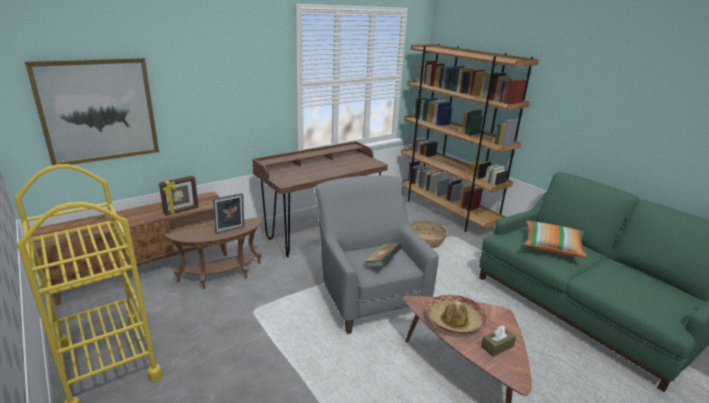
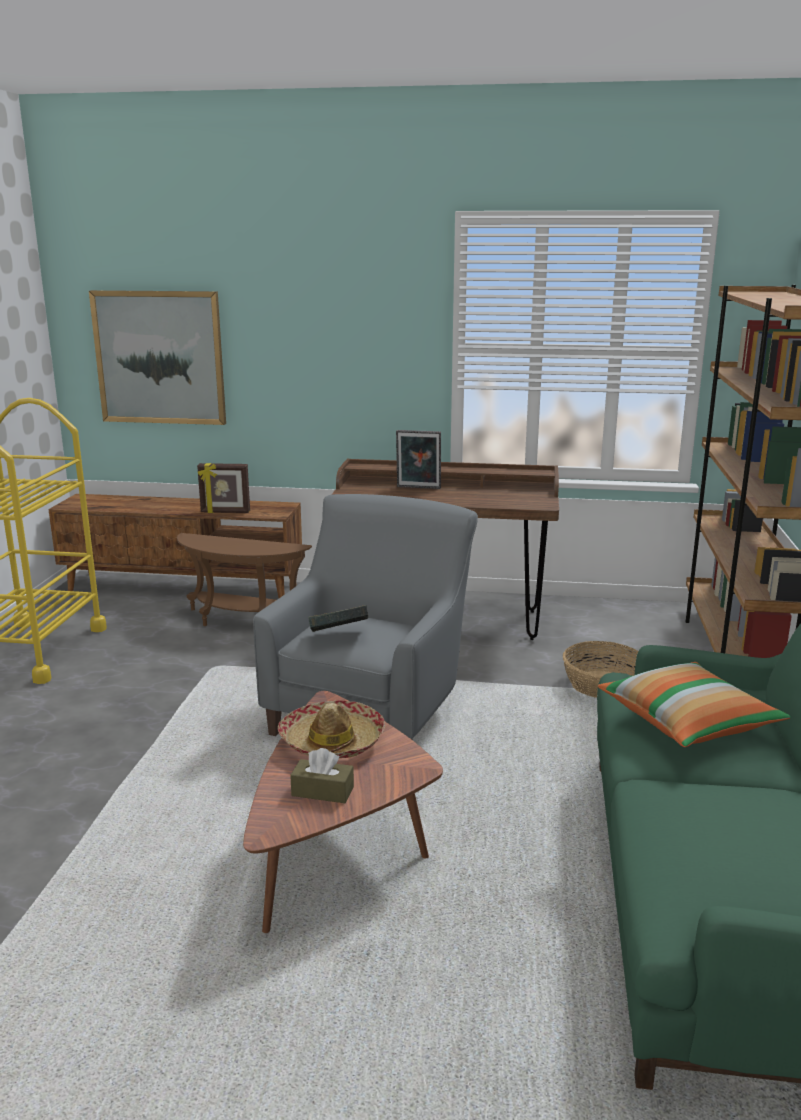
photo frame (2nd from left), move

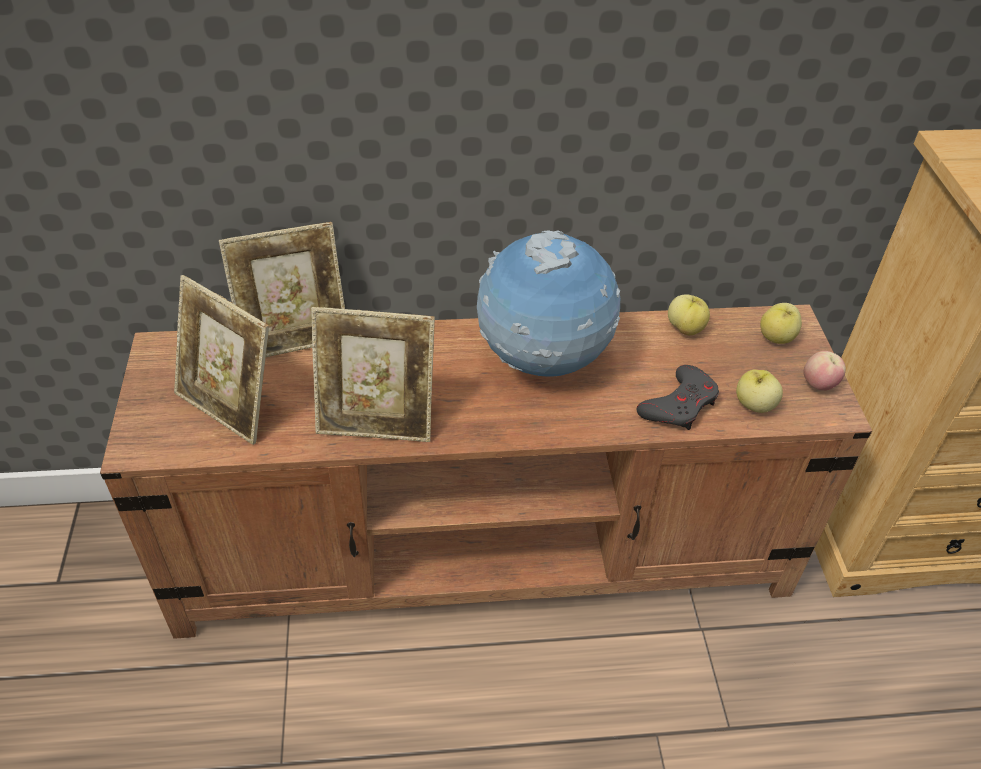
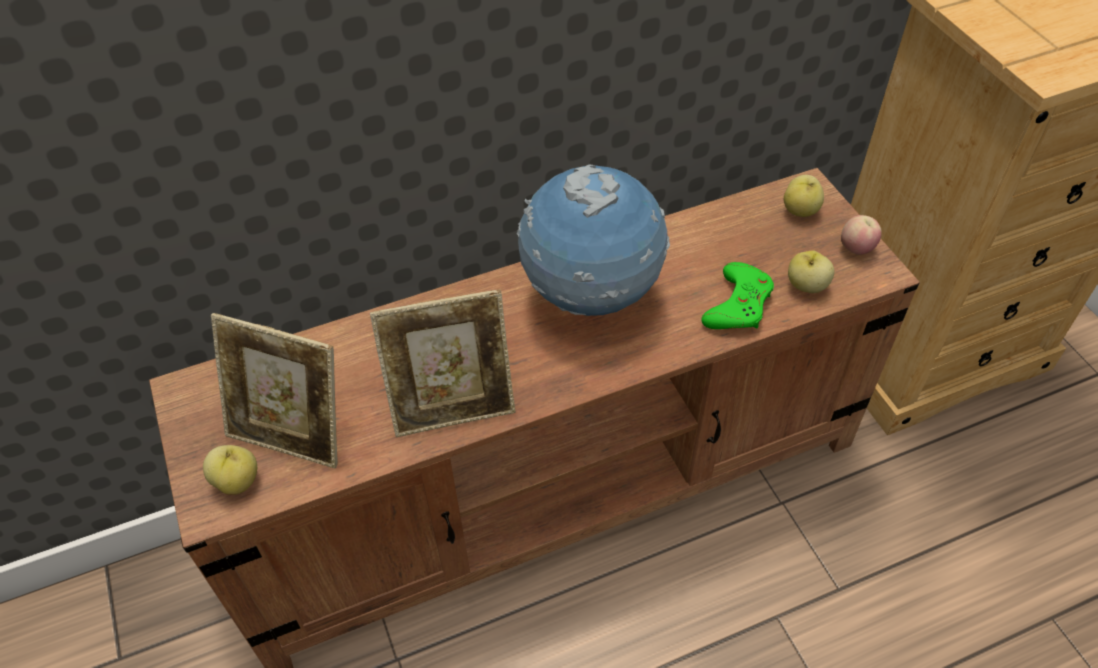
apple (1st from left), move
grey game controller => green game controller
photo frame (2nd from left) => nothing

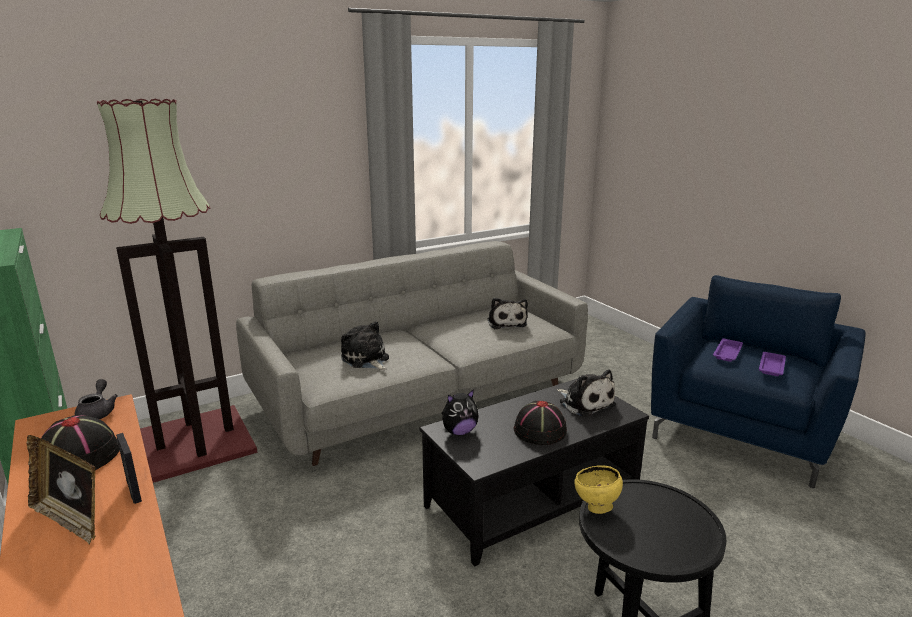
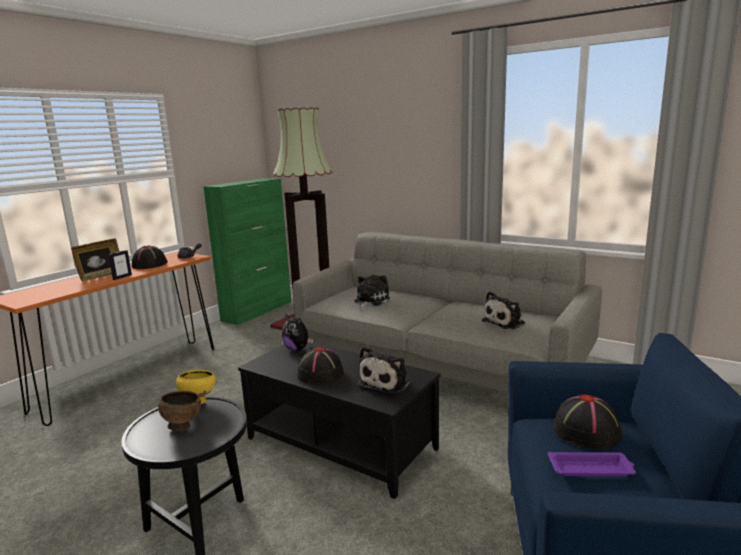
photo frame (1st from left), 150 degrees counterclockwise
nothing => brownish deep dish
purple carrying tray (1st from left) => black clothing hat (3rd from left)

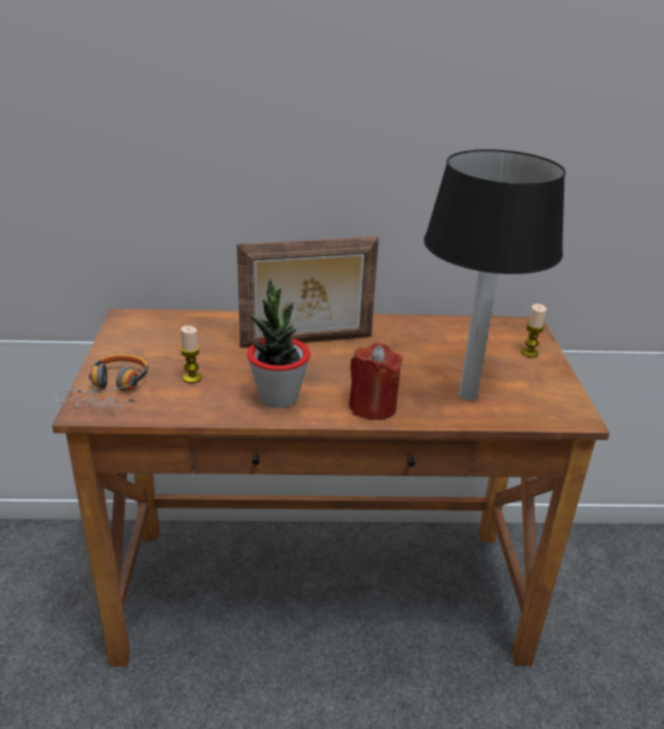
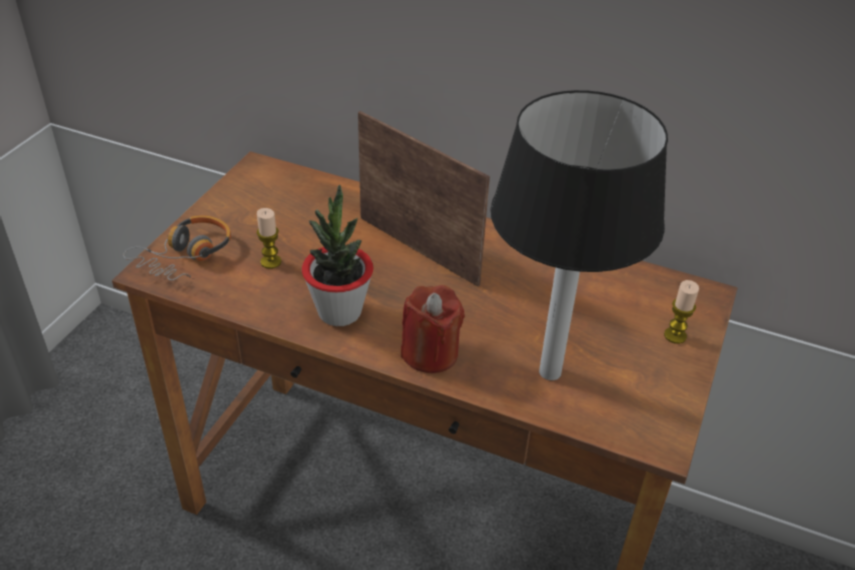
photo frame, 150 degrees counterclockwise

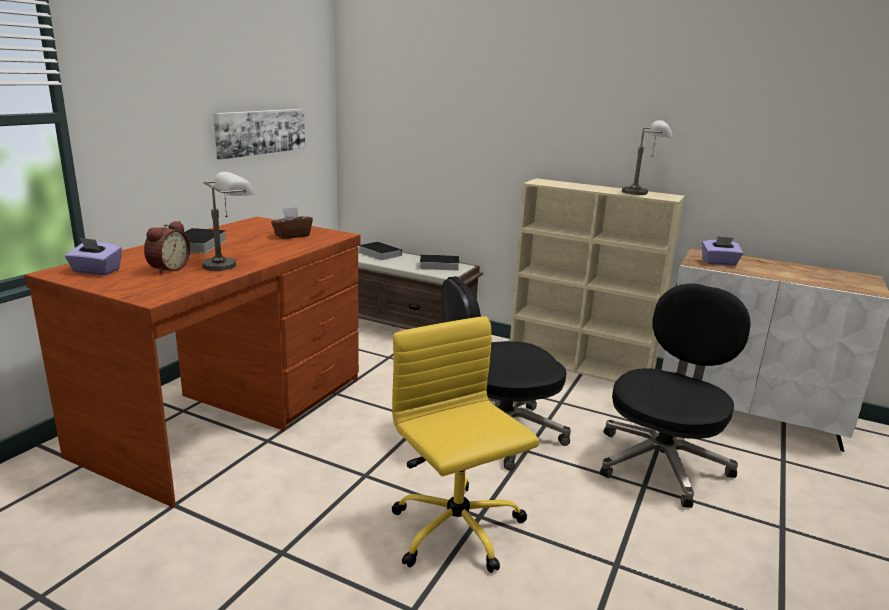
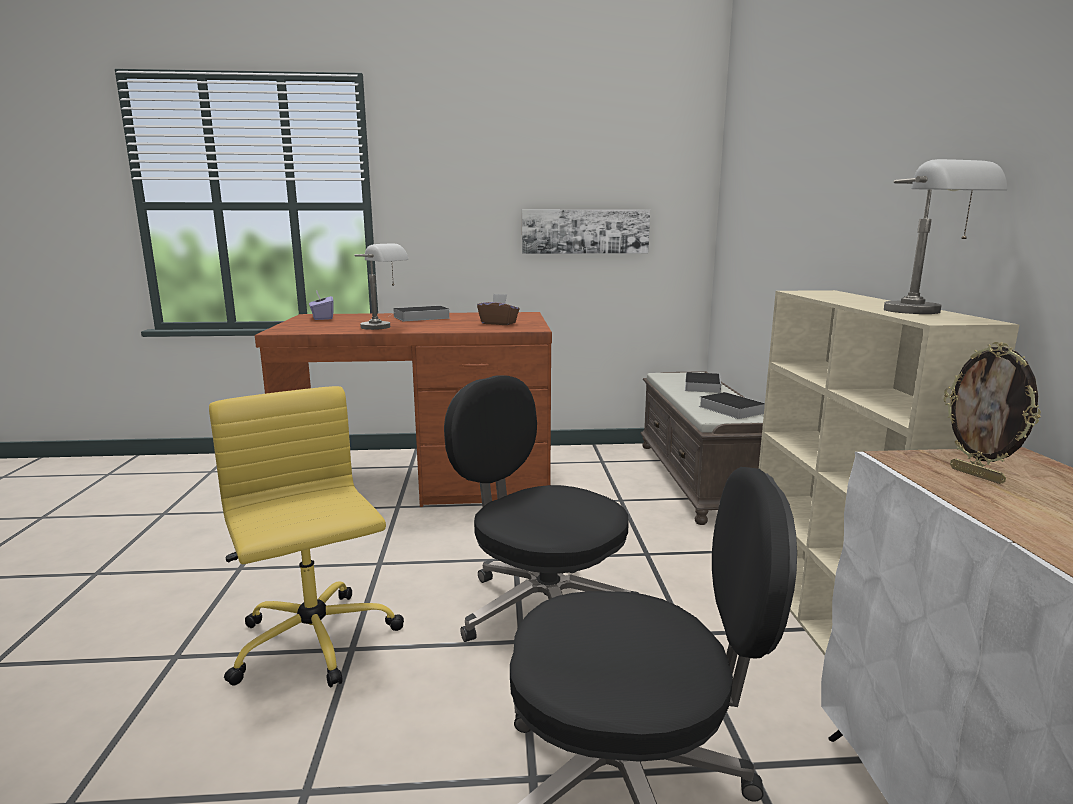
yellowish office chair, 60 degrees counterclockwise
purple box of tissues (2nd from left) => photo frame
alarm clock => nothing

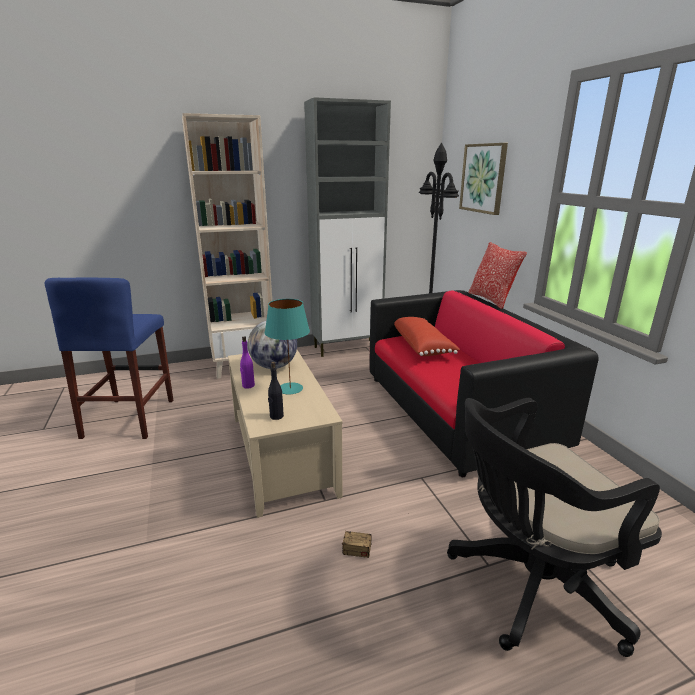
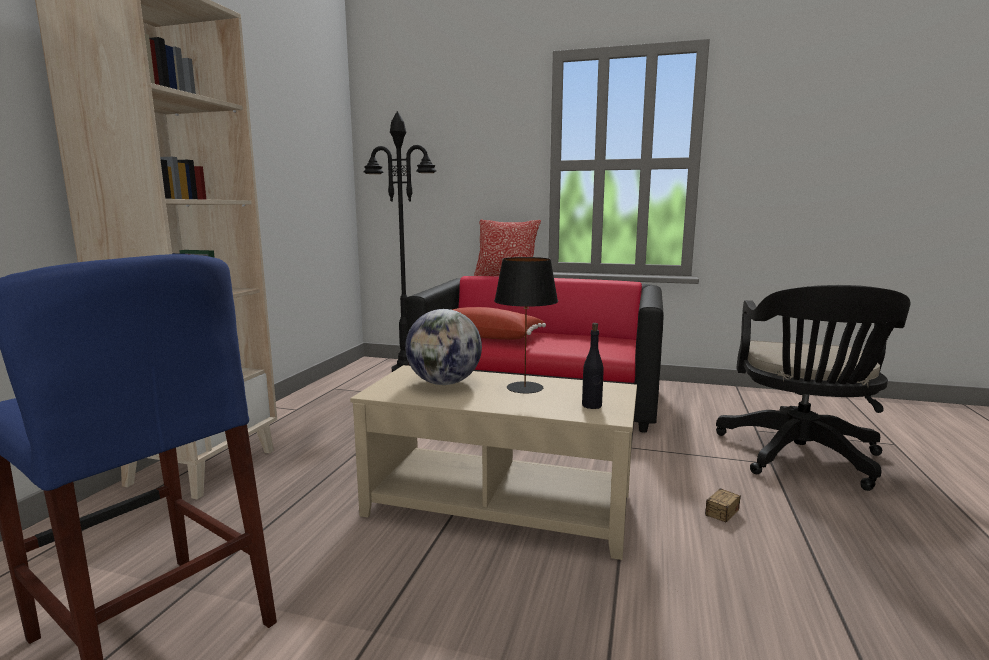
blue-green lamp for a table => black lamp for a table
purple bottle => nothing
grey storage cabinet => nothing
wall art => nothing

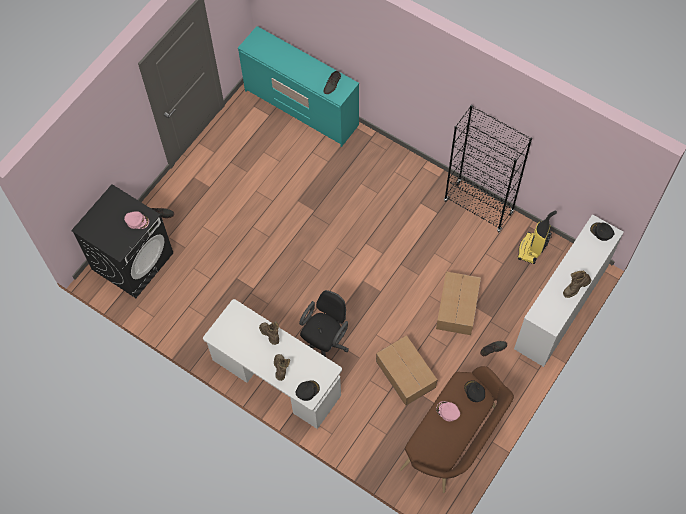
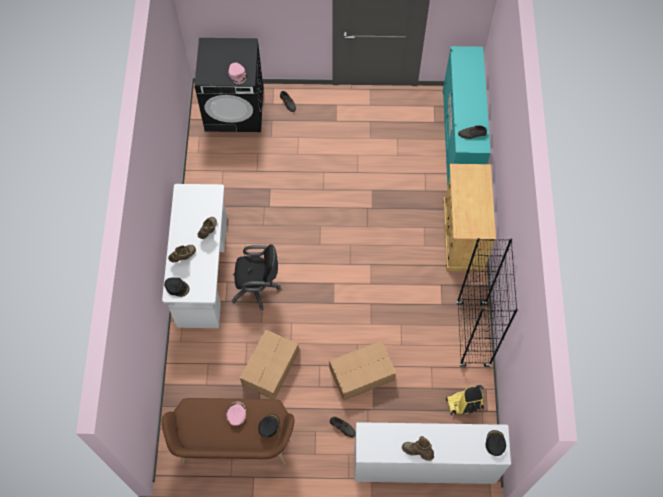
nothing => sand-coloured storage cabinet

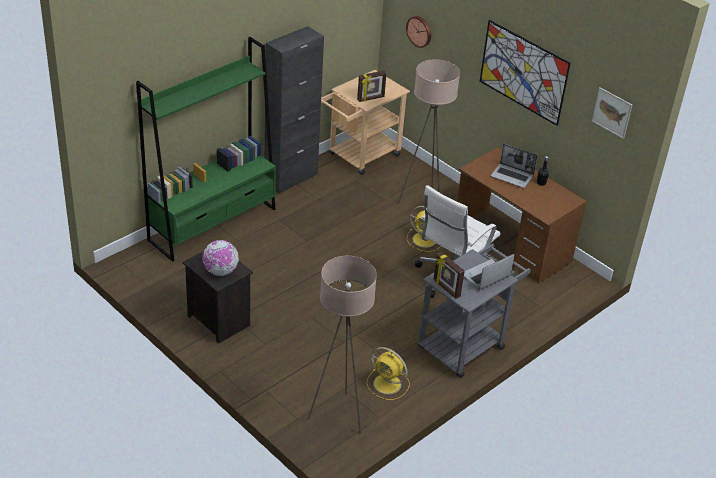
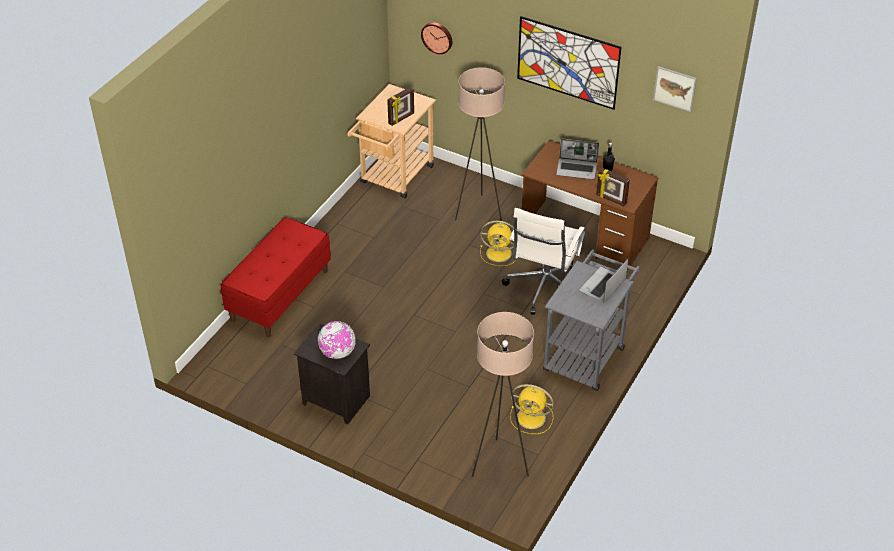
green bookcase => red bench
photo frame (2nd from left), move
black storage cabinet => nothing

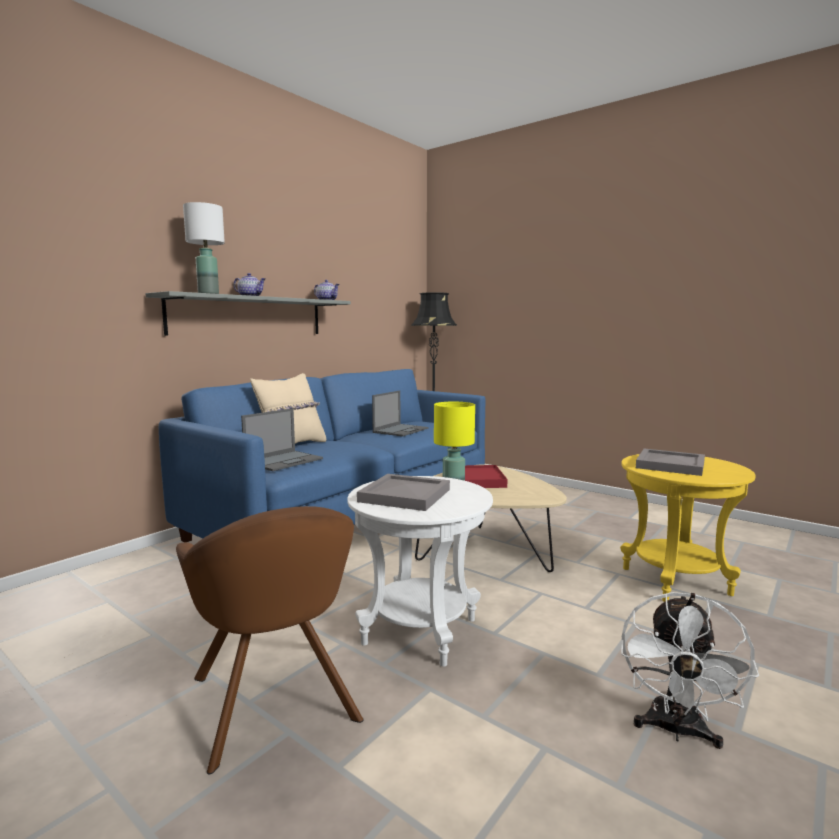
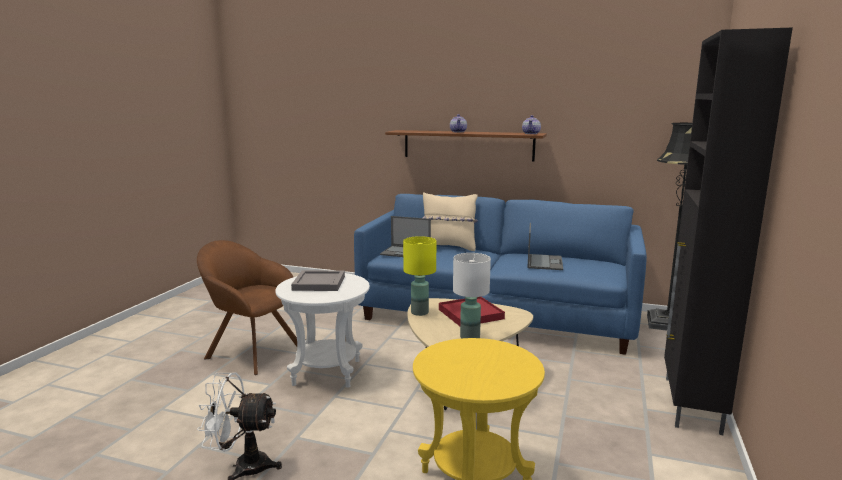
brownish armchair, 75 degrees clockwise
grey shelf => brownish shelf
white lamp for a table, move
portable computer (2nd from left), 90 degrees counterclockwise
nothing => black storage cabinet
grey carrying tray (2nd from left) => nothing

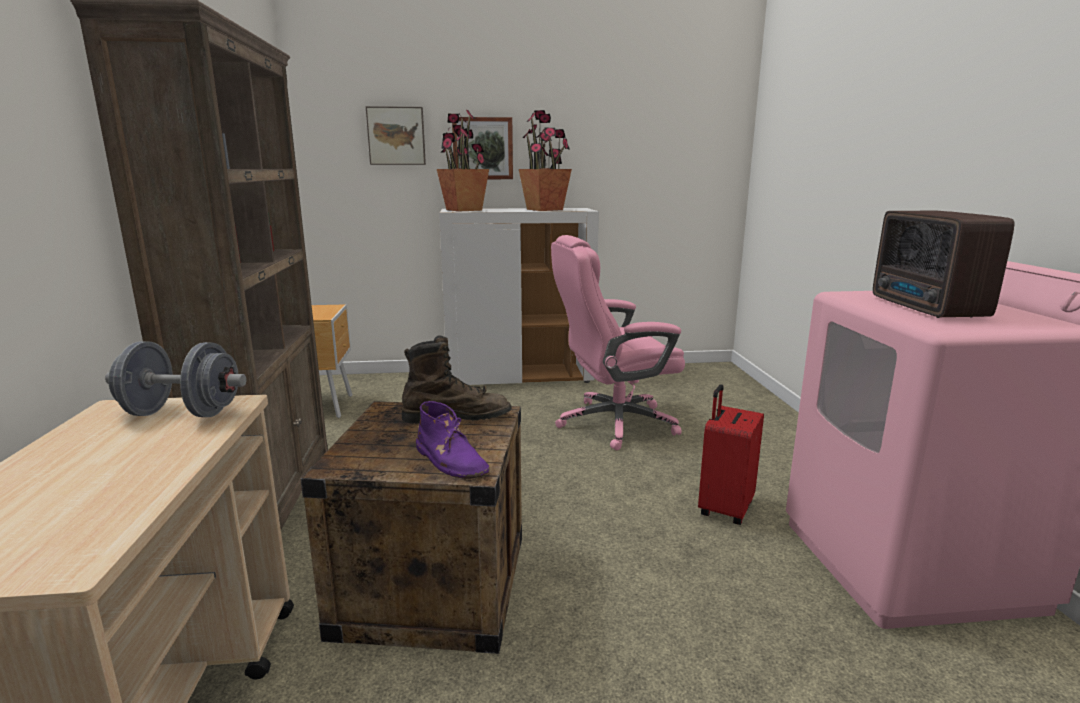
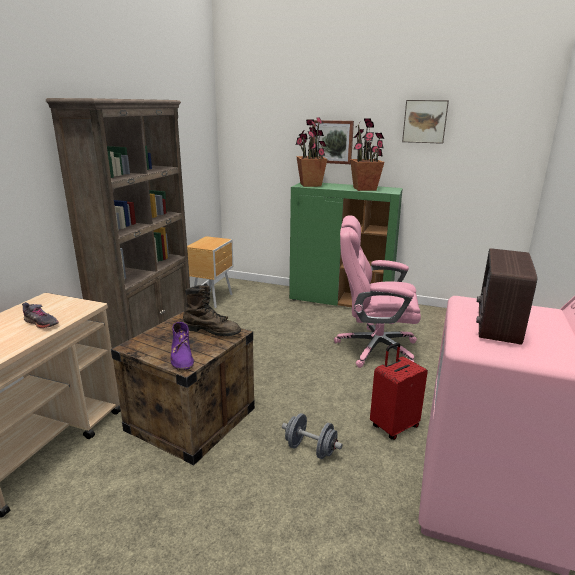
nothing => grey low shoe
grey hand weight, move
white storage cabinet => green storage cabinet
wall art (1st from left in the first image) => wall art (2nd from left), move

